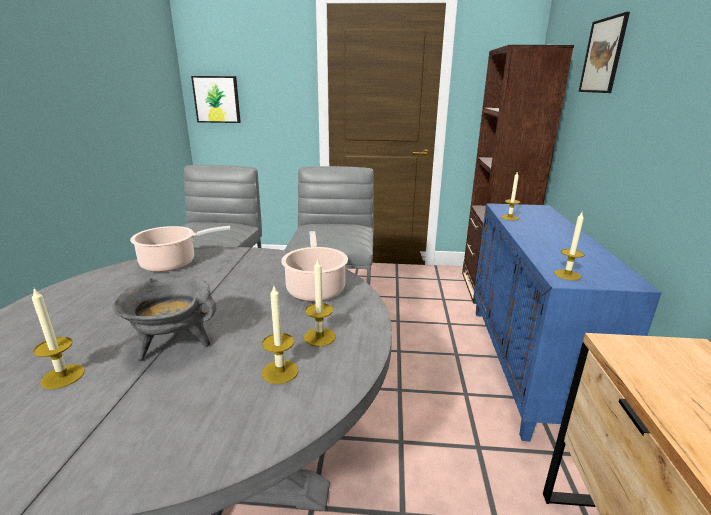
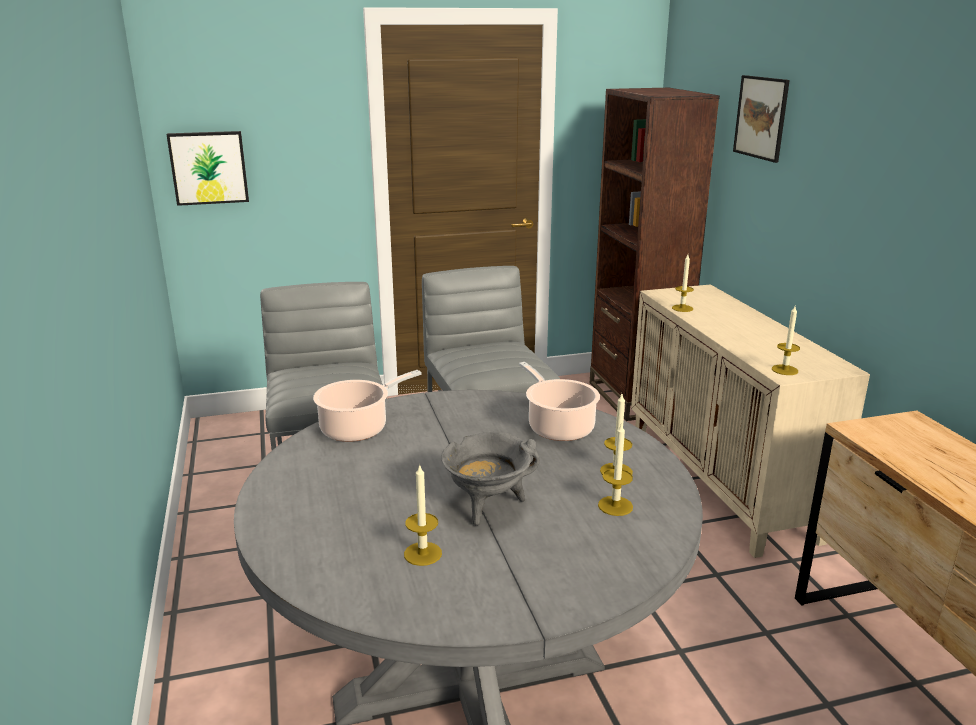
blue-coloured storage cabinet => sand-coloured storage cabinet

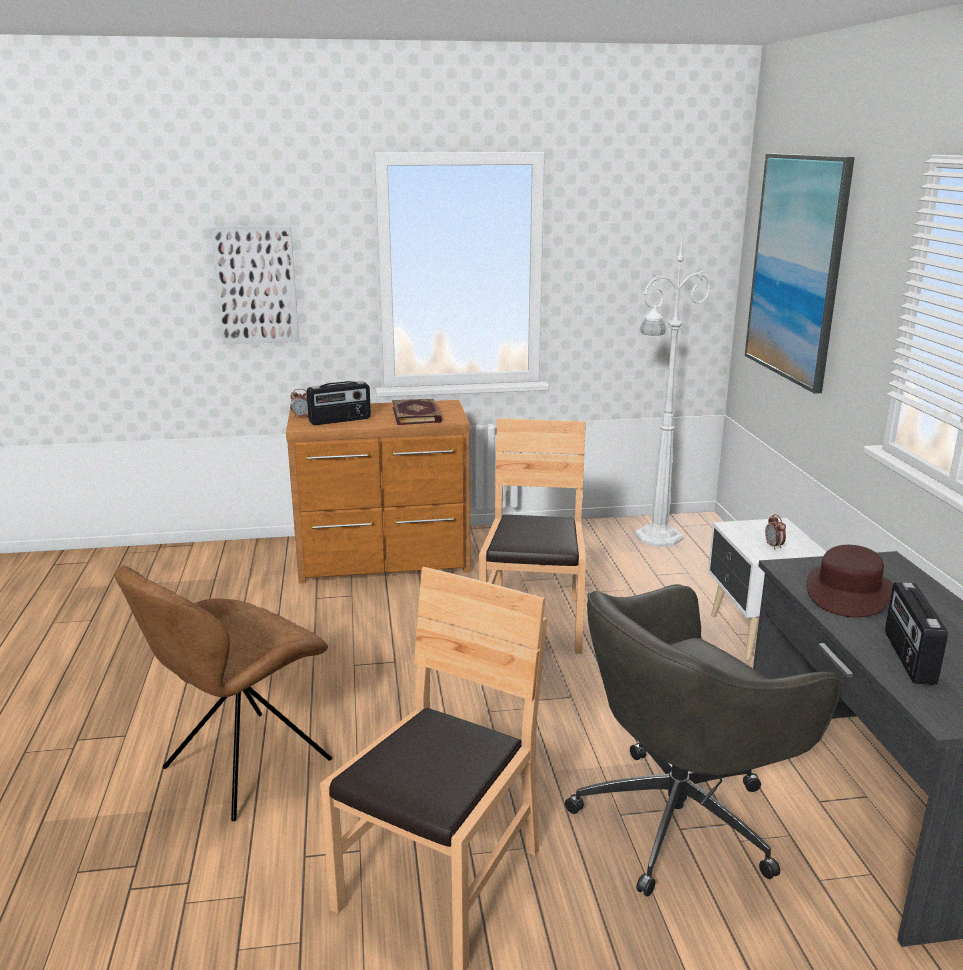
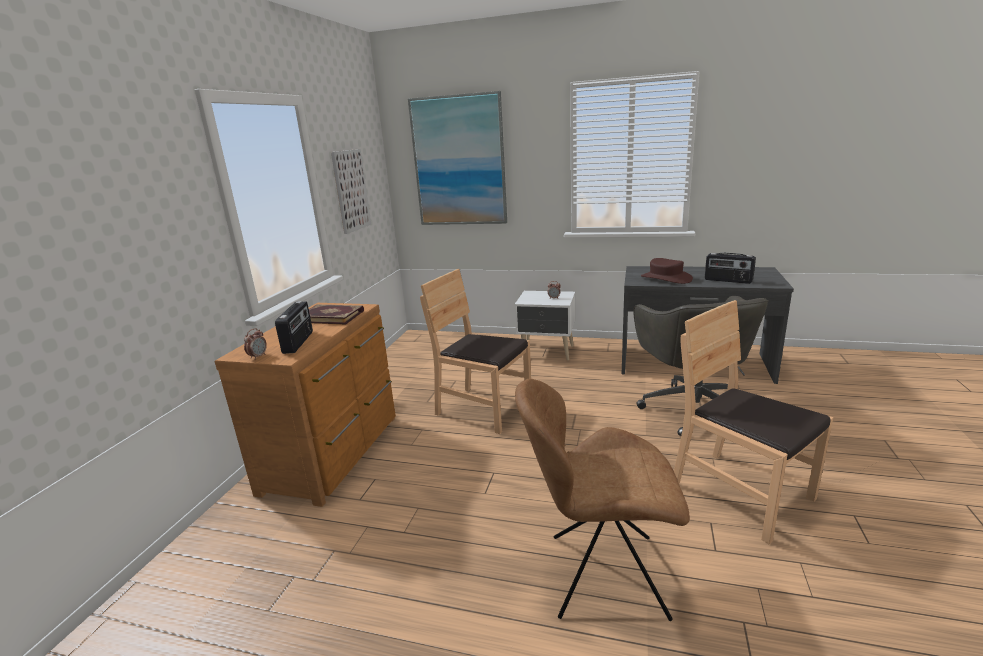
wall art (1st from left), move
brownish upright chair (1st from left in the first image) => brownish upright chair (2nd from left), 120 degrees clockwise
white standard lamp => nothing

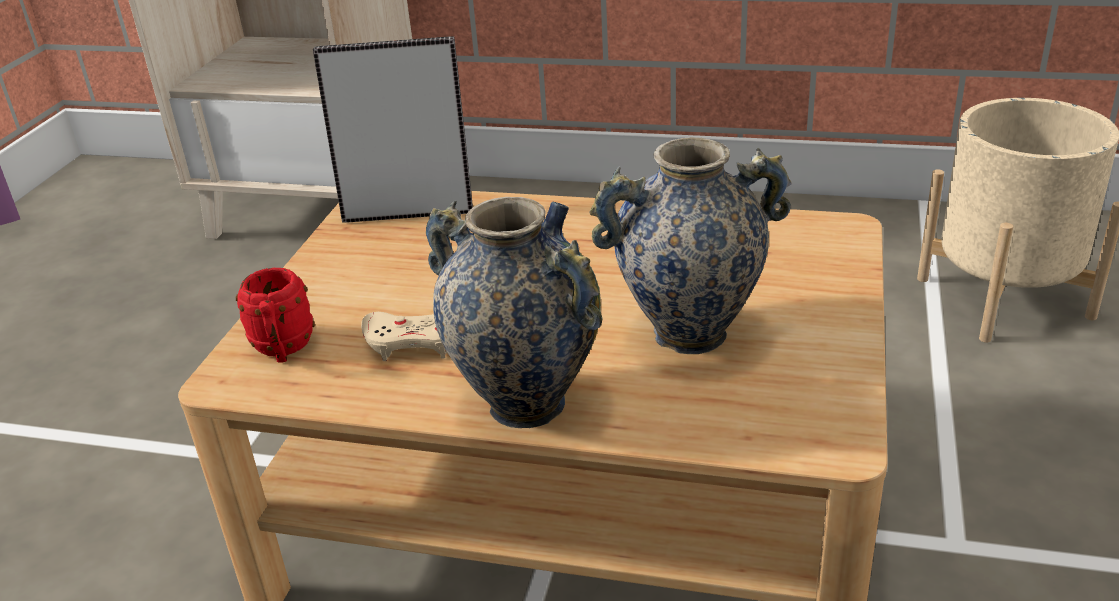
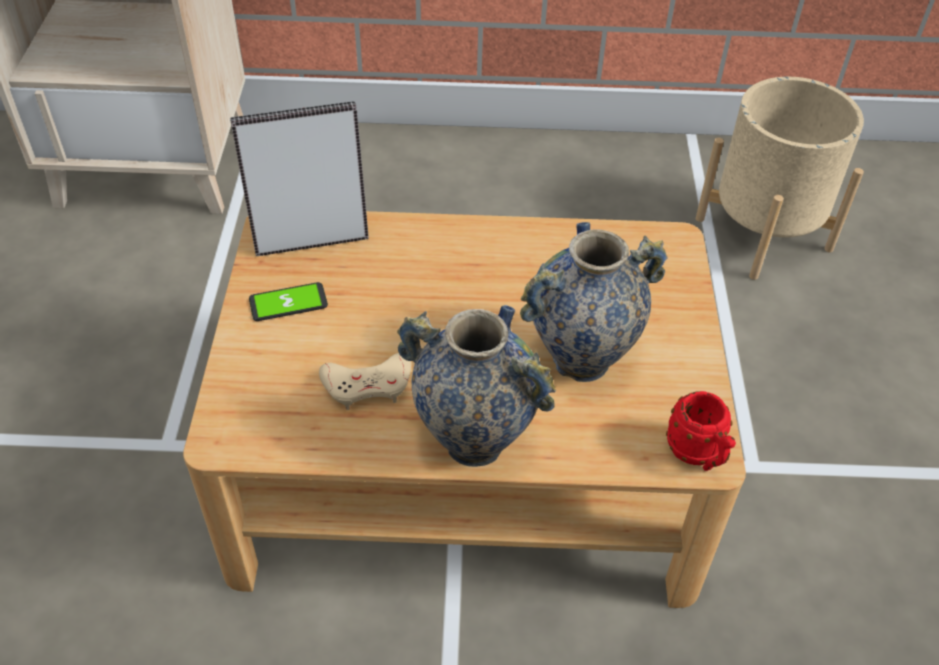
nothing => telephone
red coffee mug, move

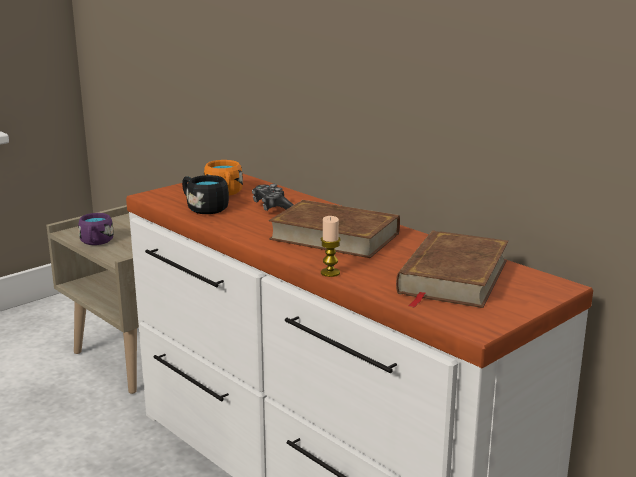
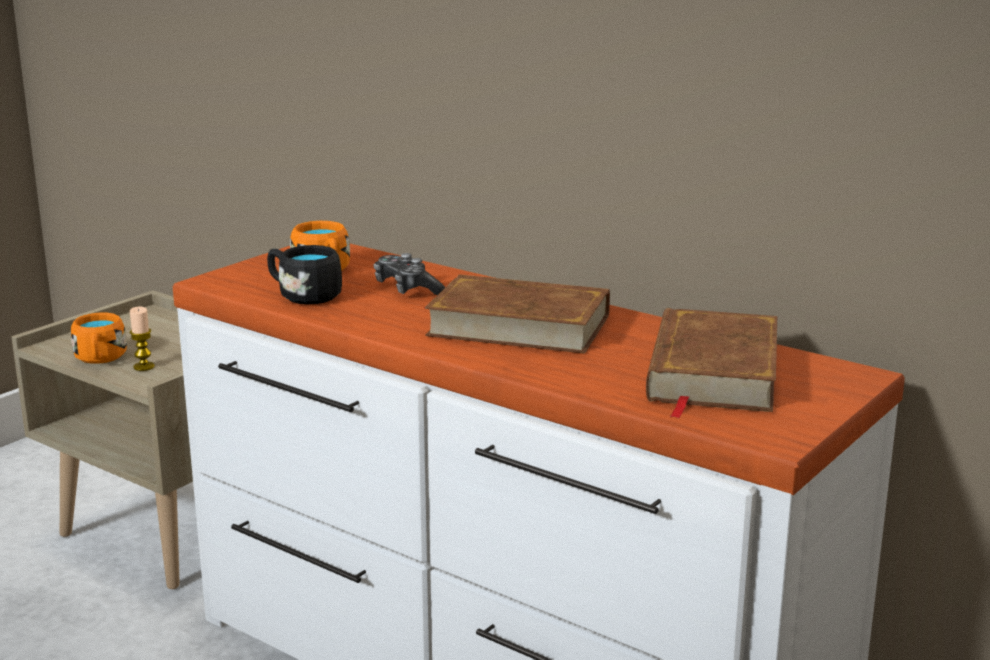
purple coffee mug => orangey coffee mug (1st from left)
wax light, move

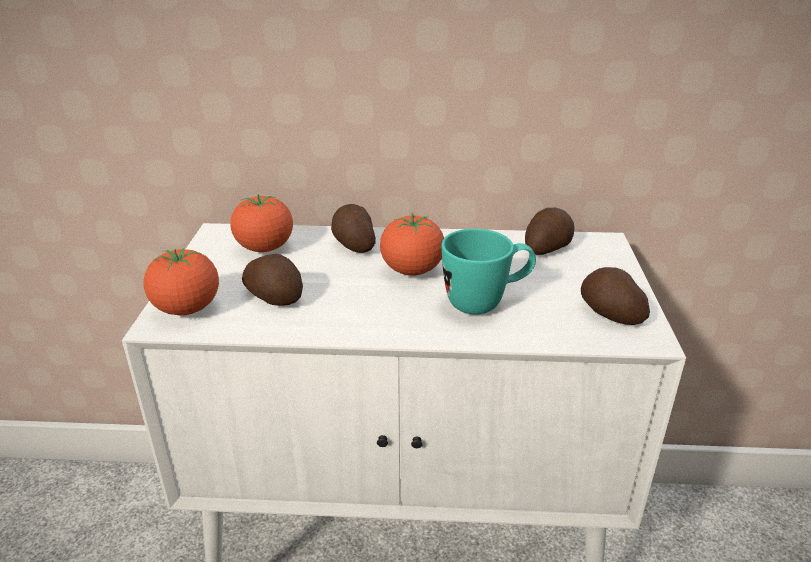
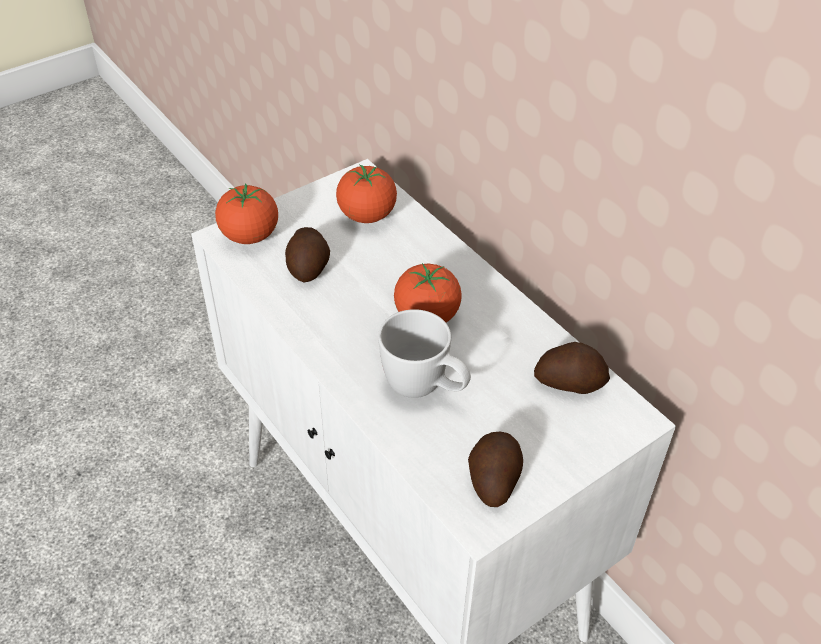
blue-green coffee mug => white coffee mug
potato (2nd from left) => nothing

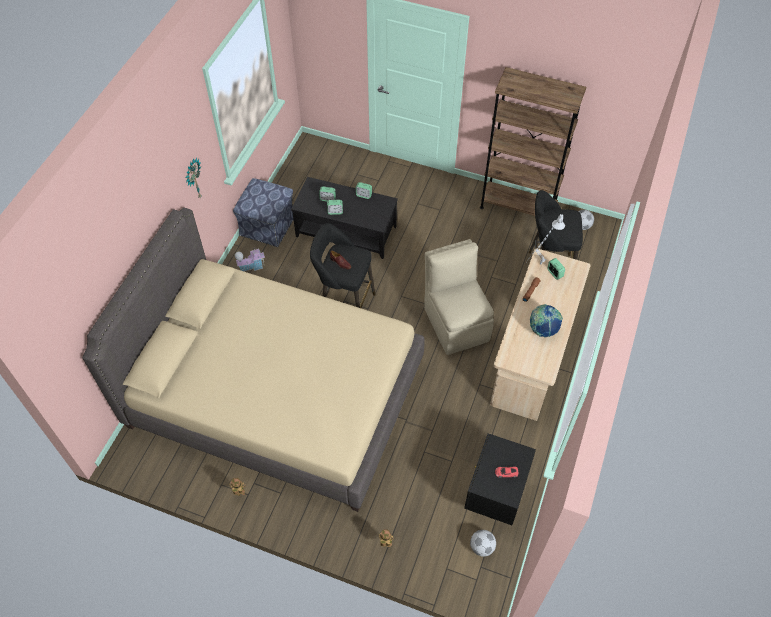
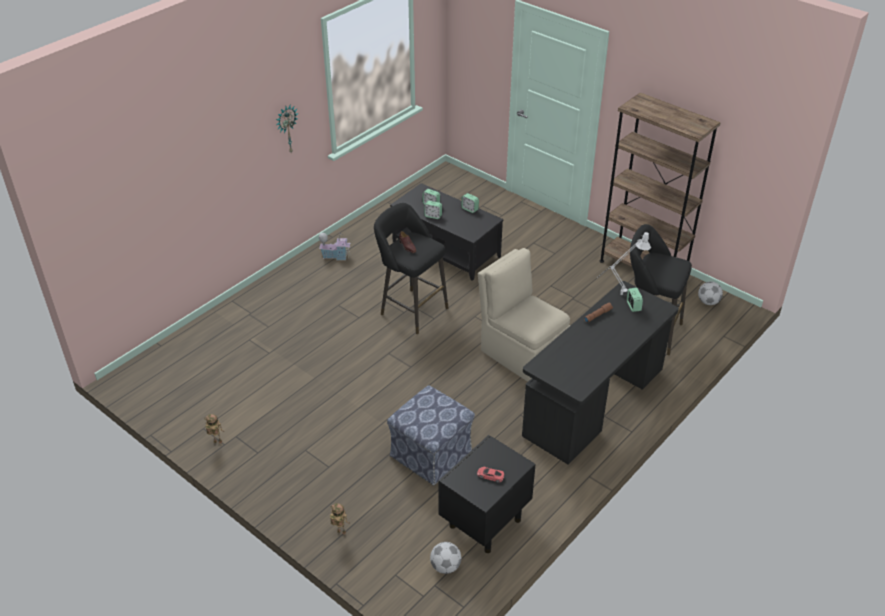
footrest, move
sand-coloured upright chair, 45 degrees counterclockwise
sand-coloured desk table => black desk table
sand-coloured sleeping bed => nothing
world globe => nothing

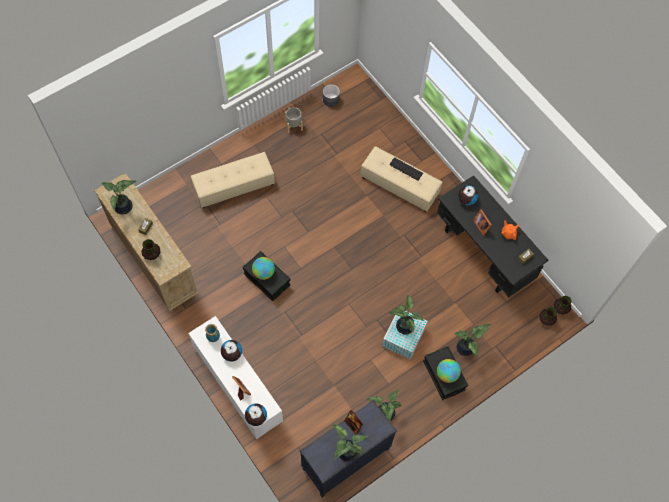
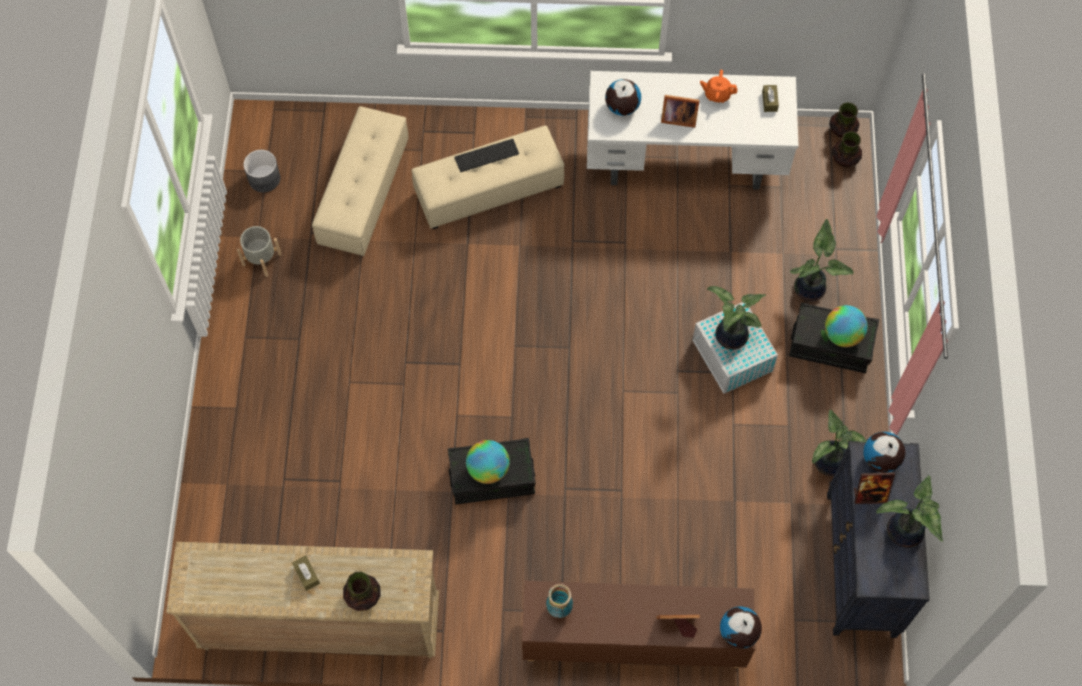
sand-coloured footrest (1st from left), move
white storage cabinet => brownish storage cabinet
black desk table => white desk table
world globe (1st from left in the first image) => world globe (5th from left), move
plant in a pot (1st from left) => nothing

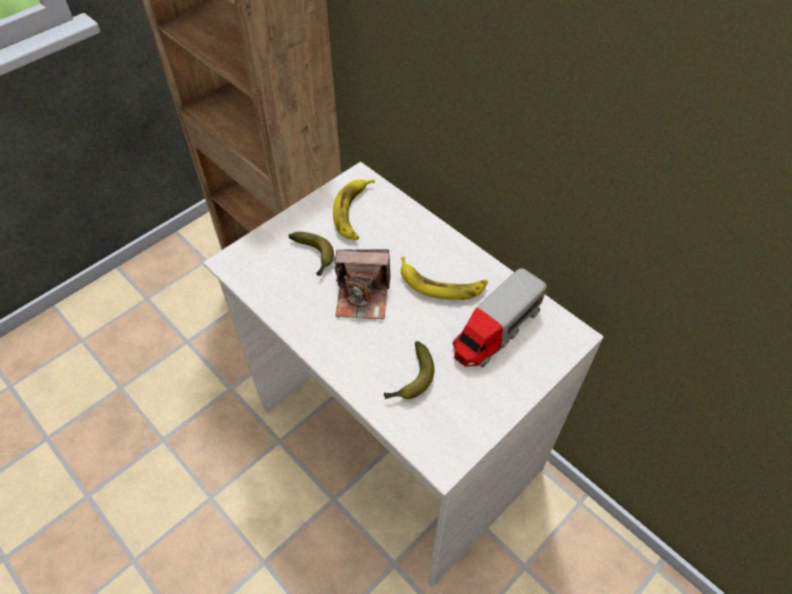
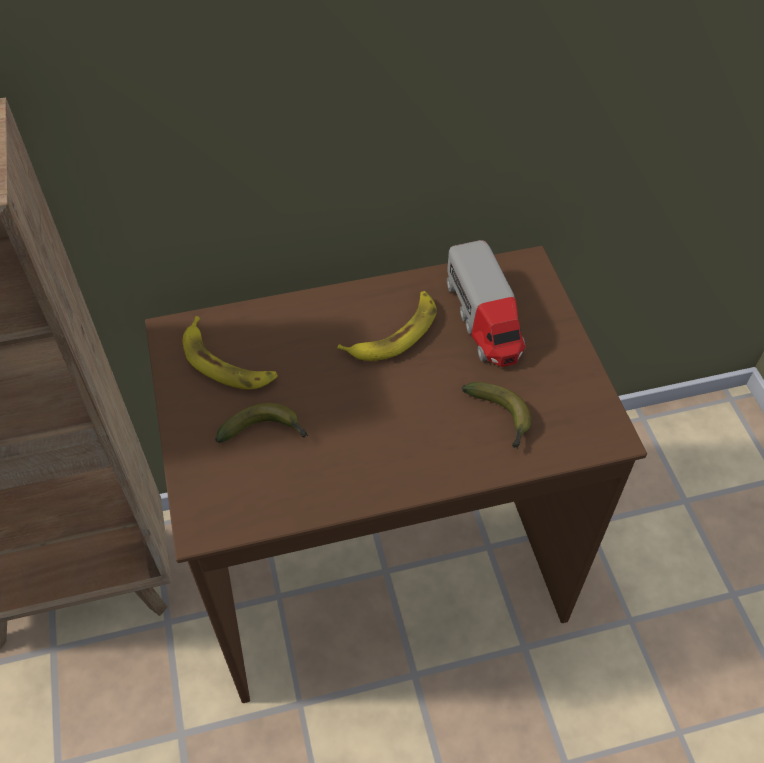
white desk table => brownish desk table
still camera => nothing

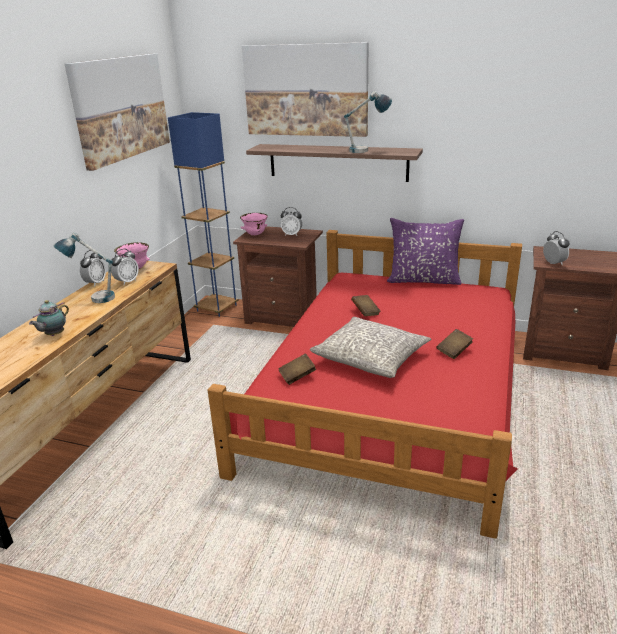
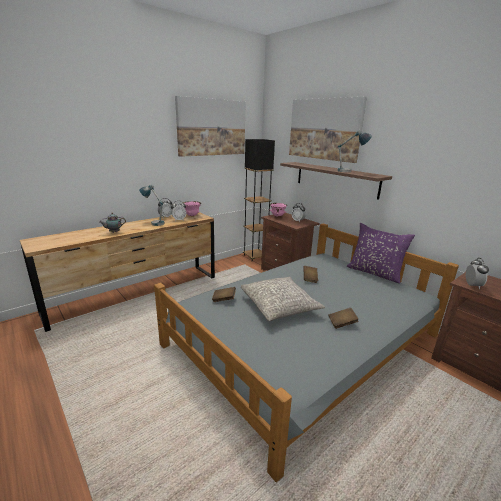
red sleeping bed => grey sleeping bed
blue-coloured standard lamp => black standard lamp

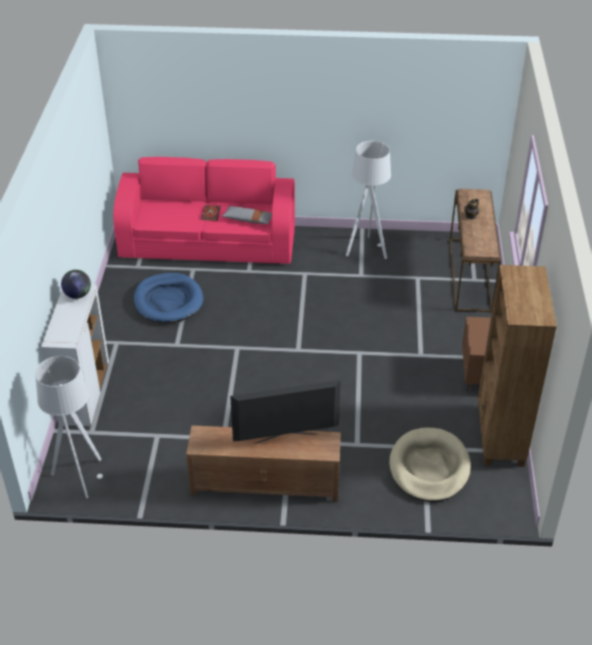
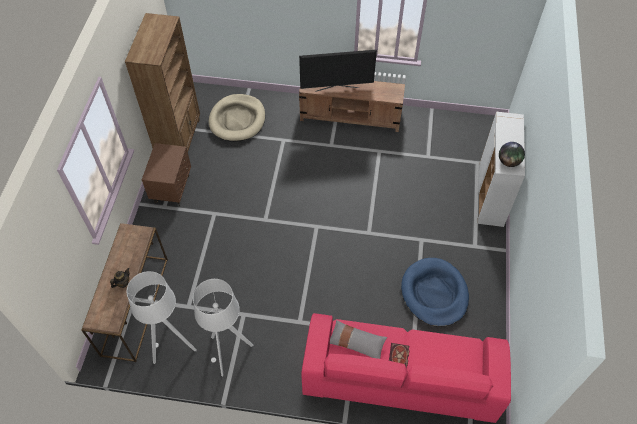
grey standard lamp (1st from left), move

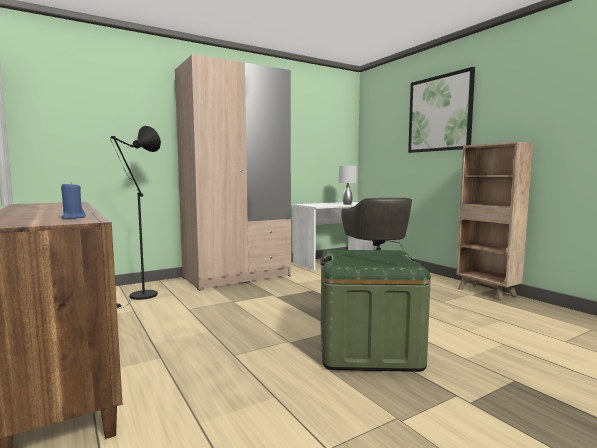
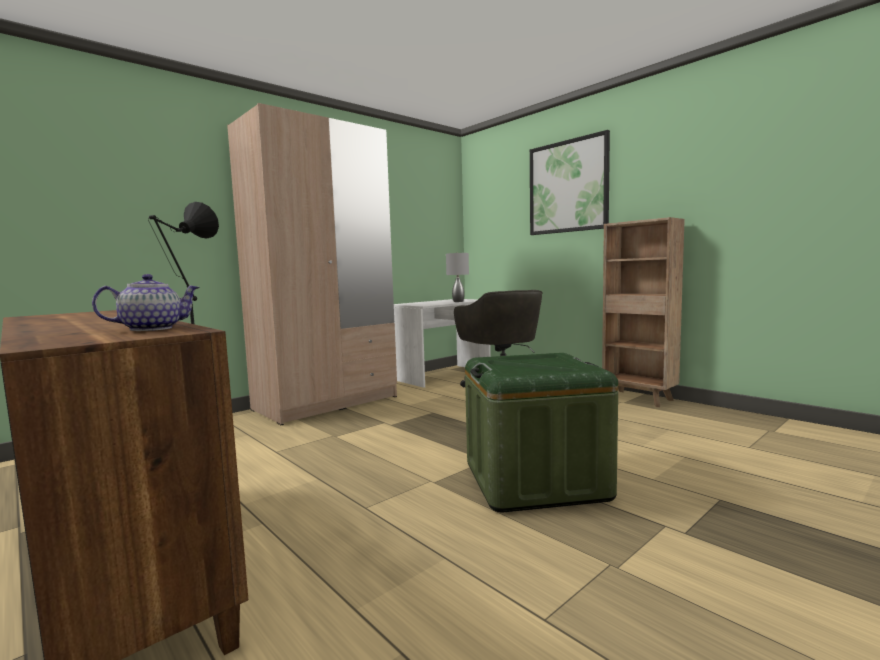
blue-coloured wax light => pot for tea

